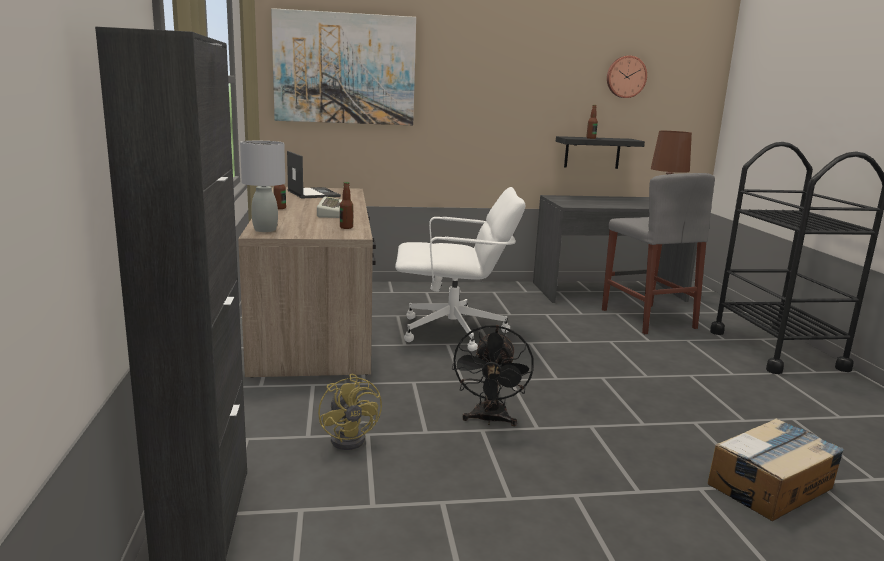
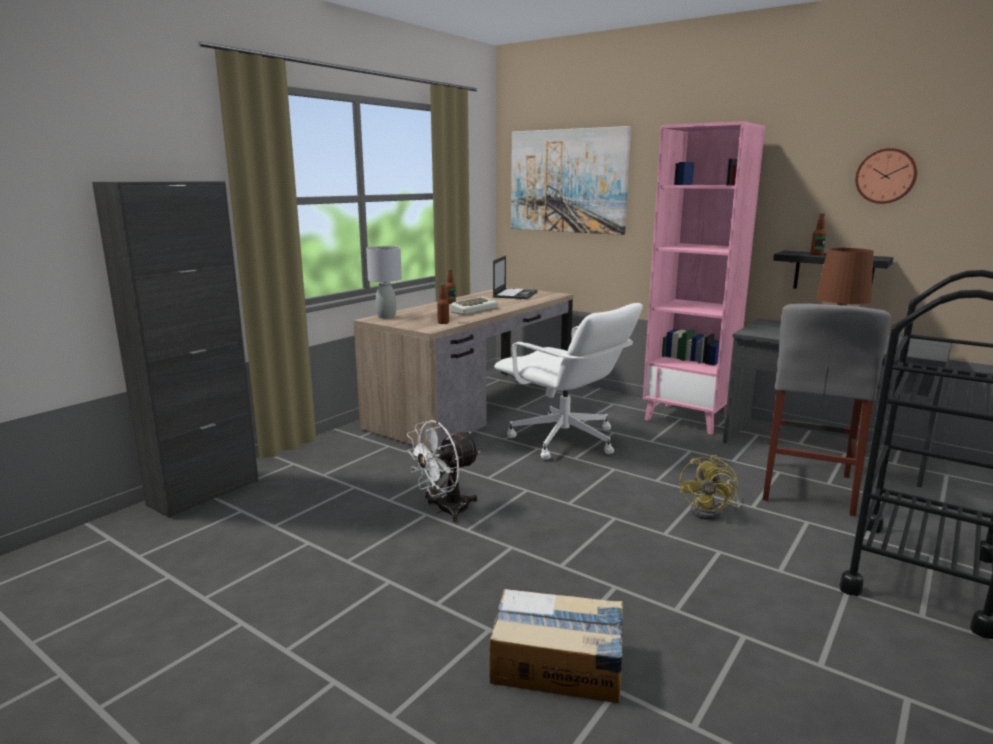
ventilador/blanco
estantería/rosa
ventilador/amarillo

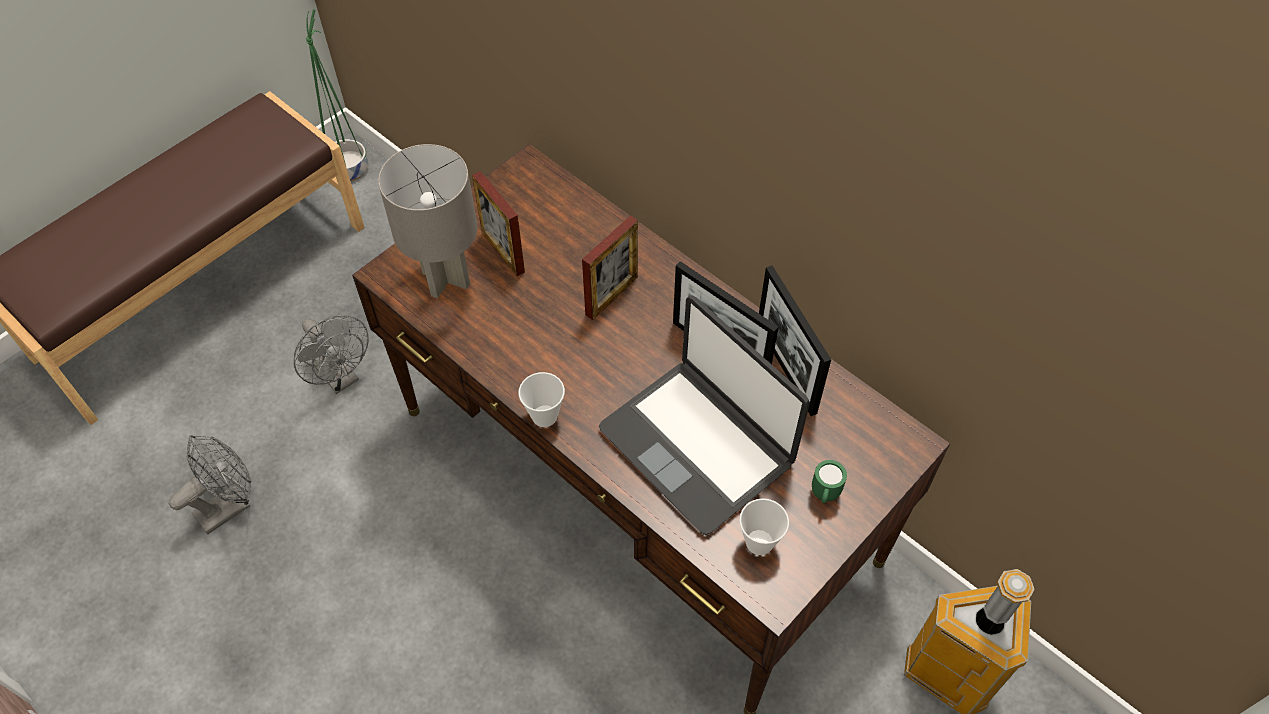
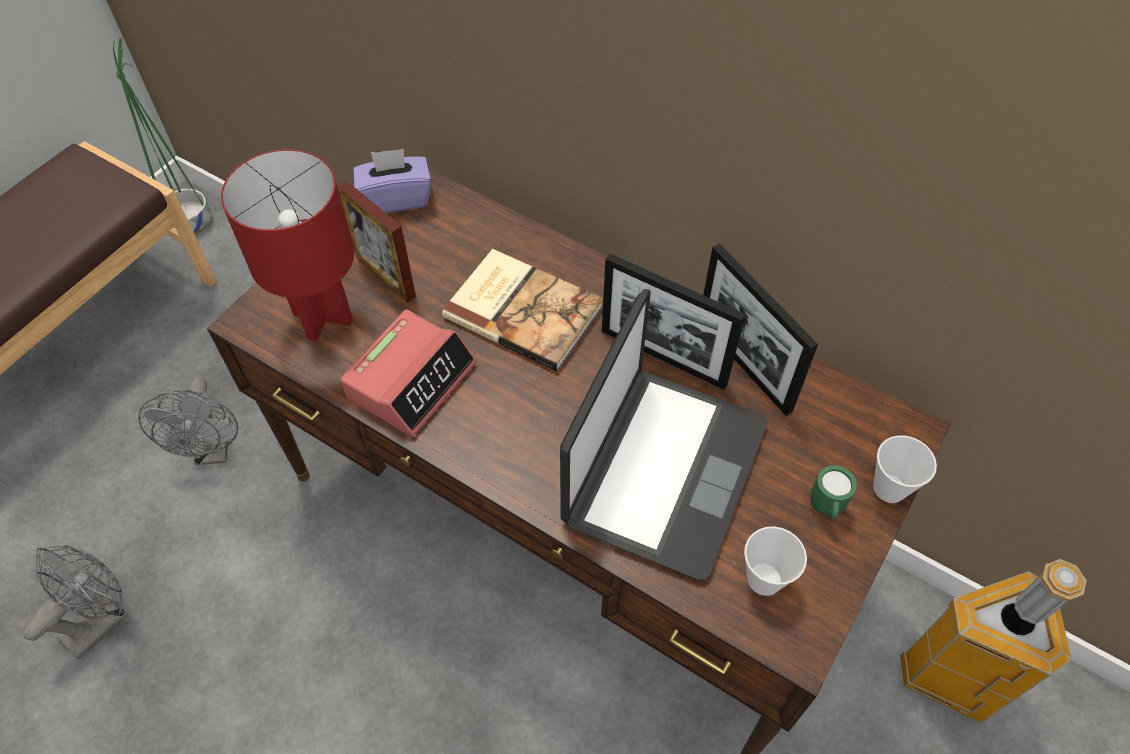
ventilador/gris (no. 2 from left)
lámpara de mesa/rojo
despertador
caja de pañuelos/morado
libro
portátil
taza (no. 2 from left)

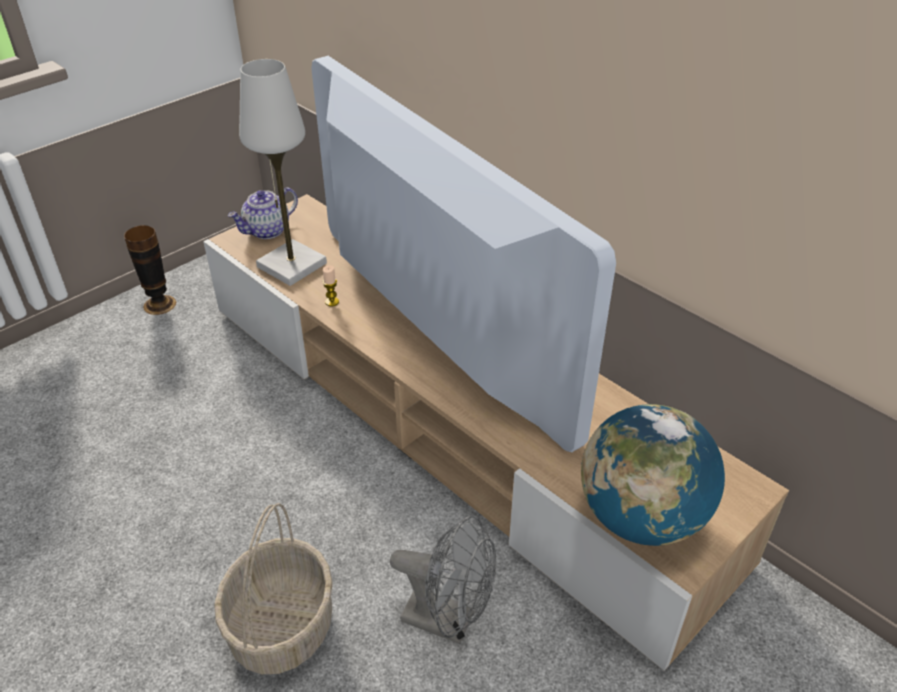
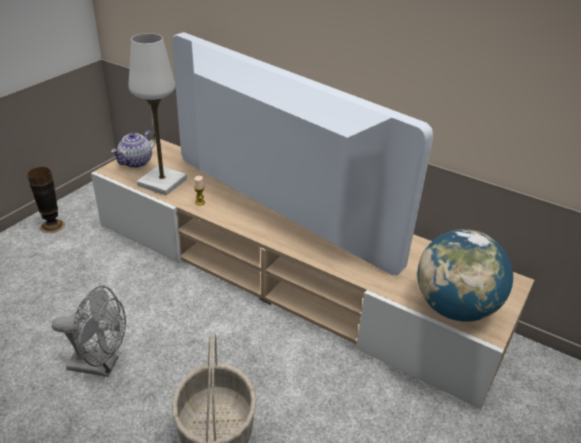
ventilador/gris

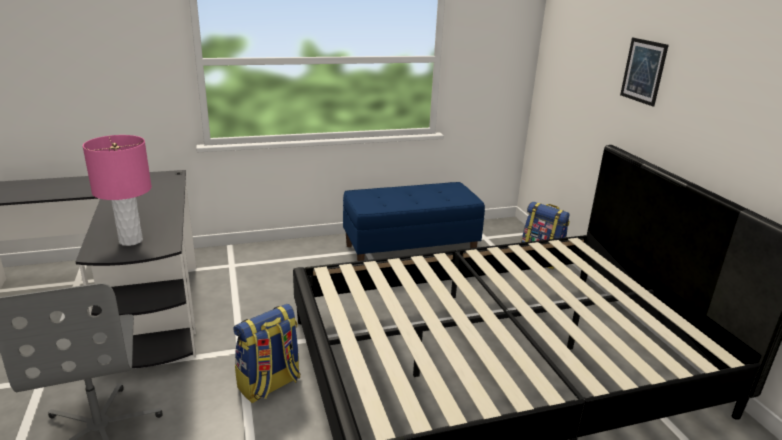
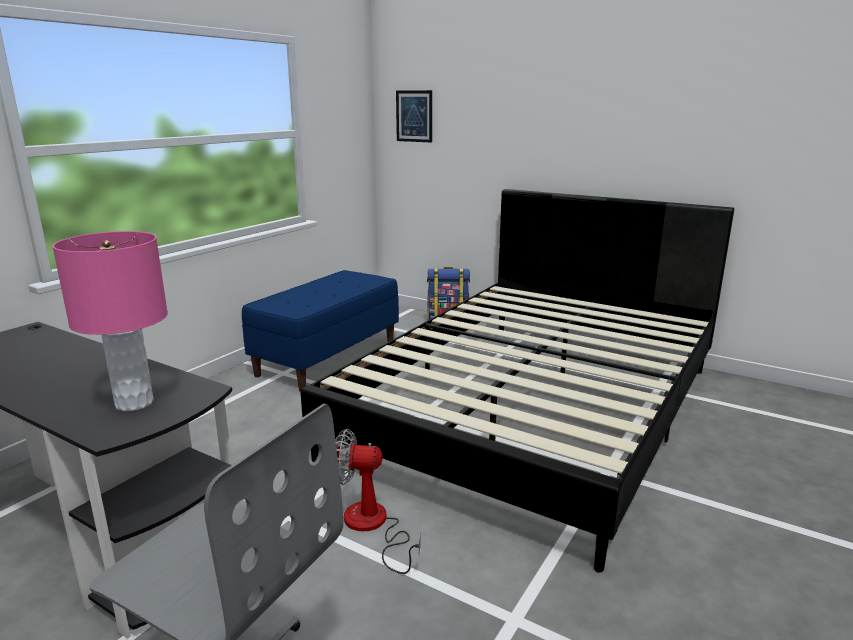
ventilador
cuadro

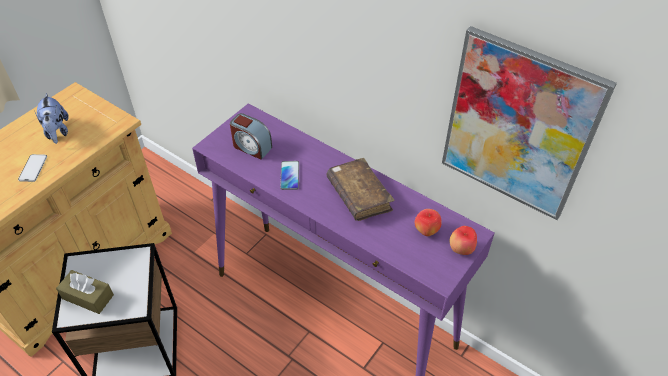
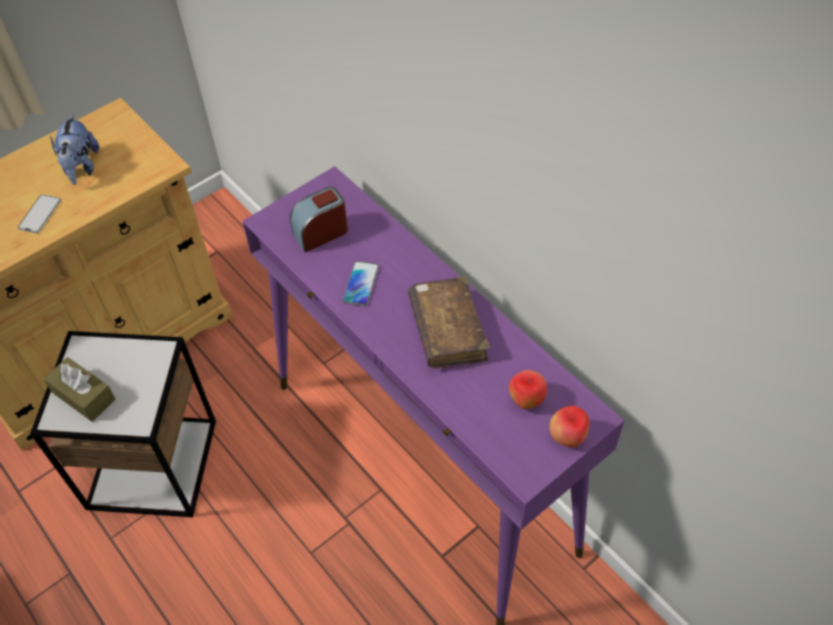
despertador
cuadro

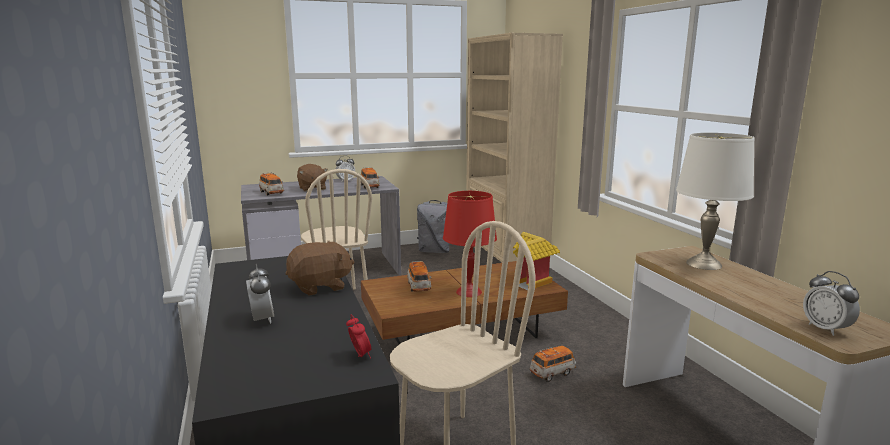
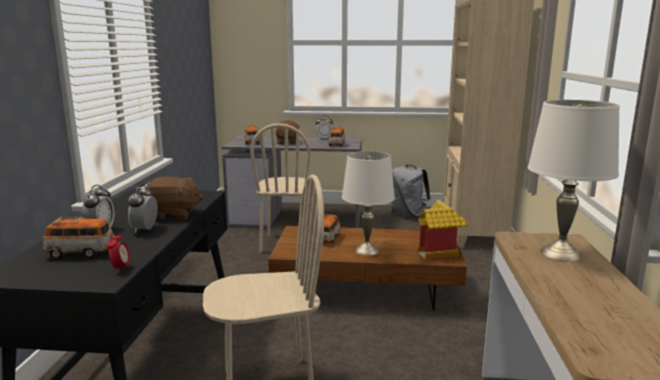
coche de juguete (no. 1 from left)
despertador (no. 3 from left)
lámpara de mesa/blanco (no. 1 from left)

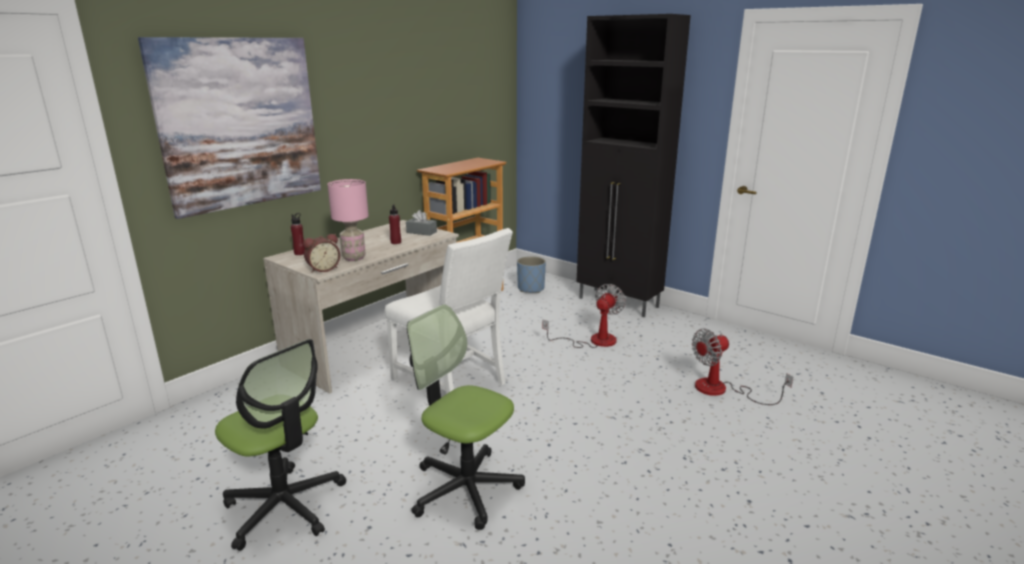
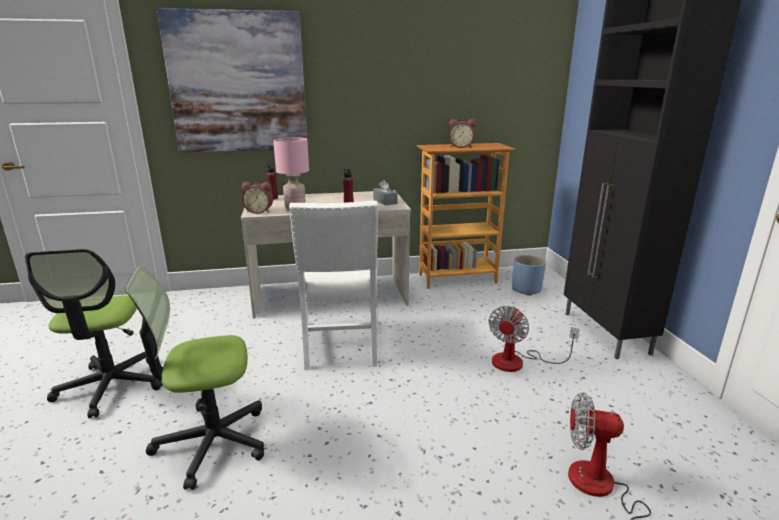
silla de oficina (no. 2 from left)
despertador (no. 2 from left)
ventilador (no. 1 from left)

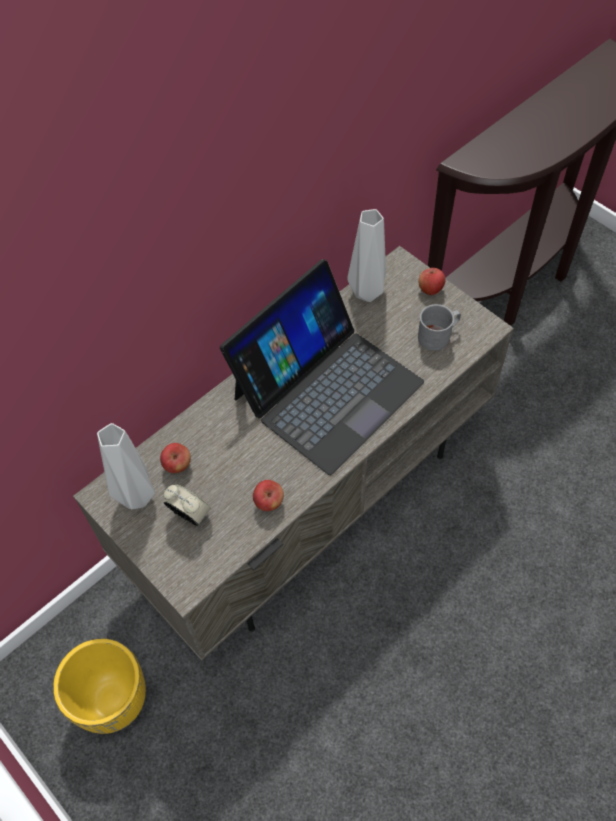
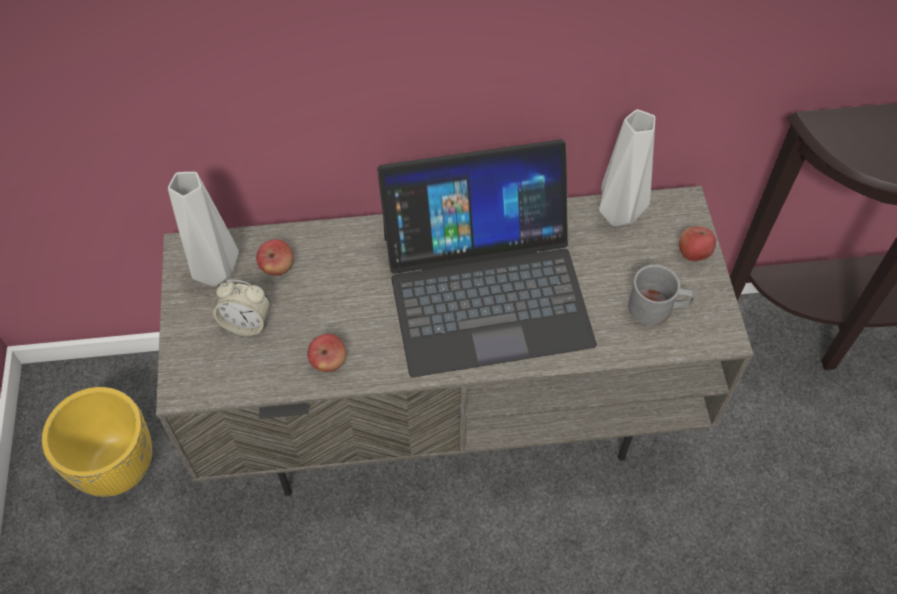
despertador

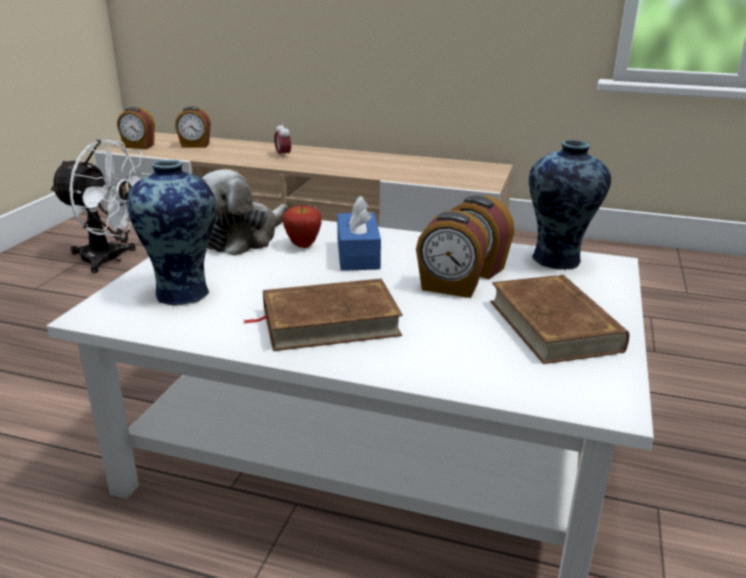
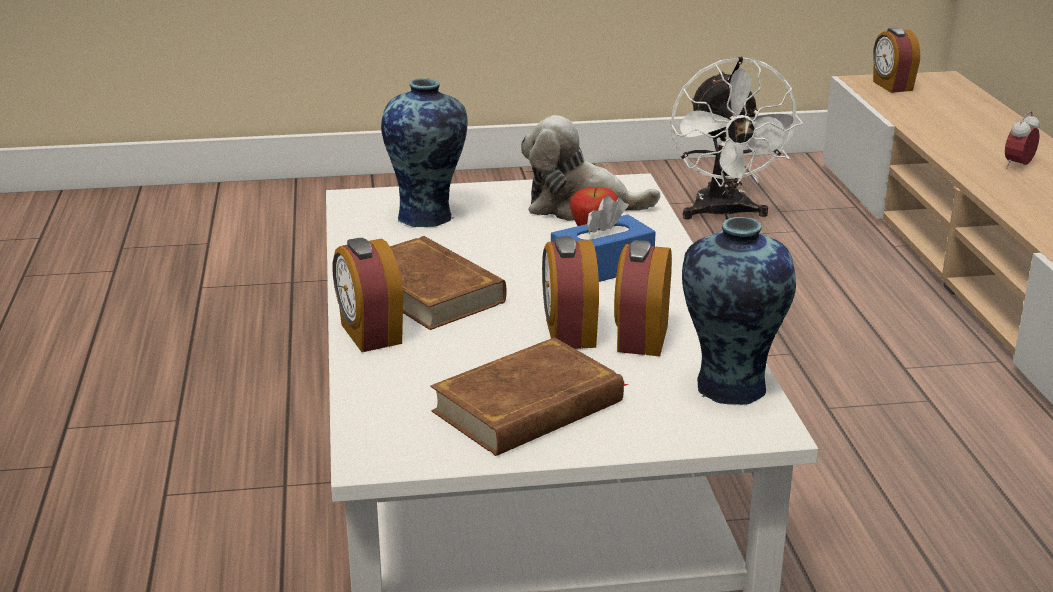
despertador (no. 1 from left)

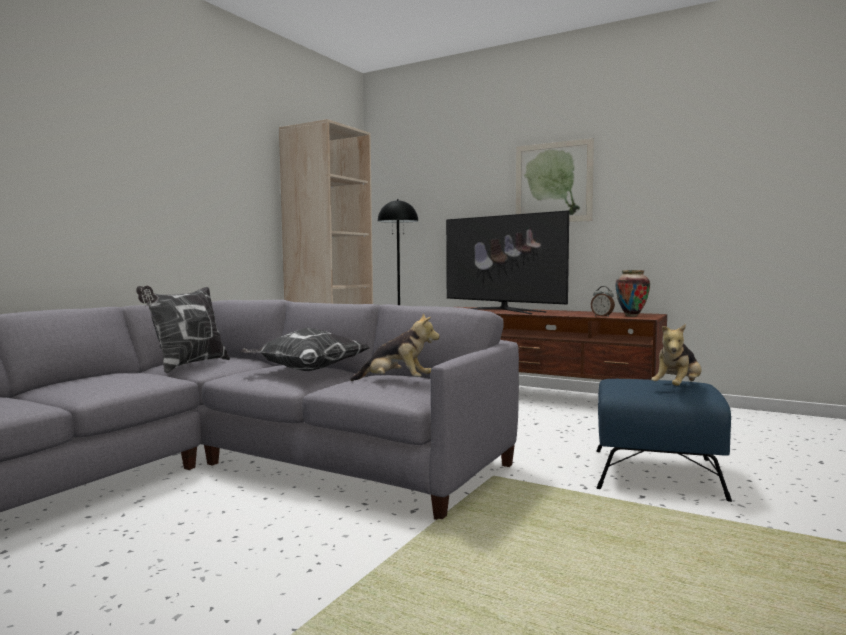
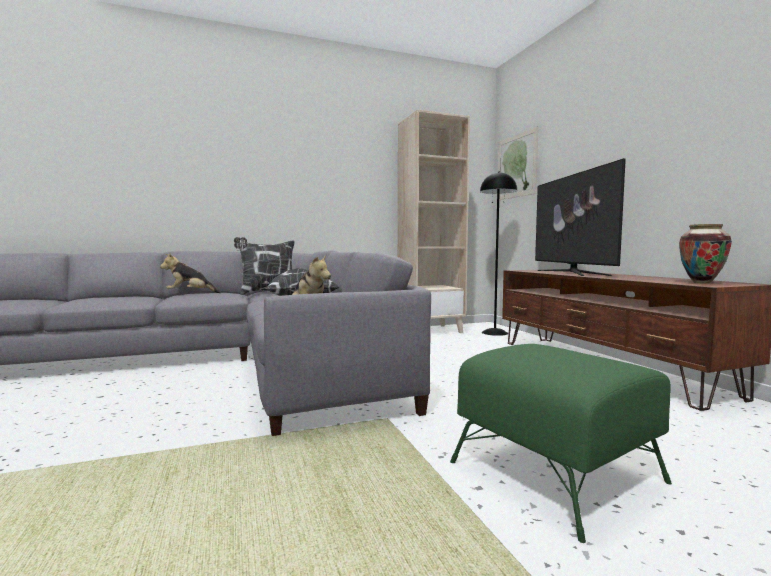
peluche (no. 1 from left)
puf/verde
cuadro
despertador

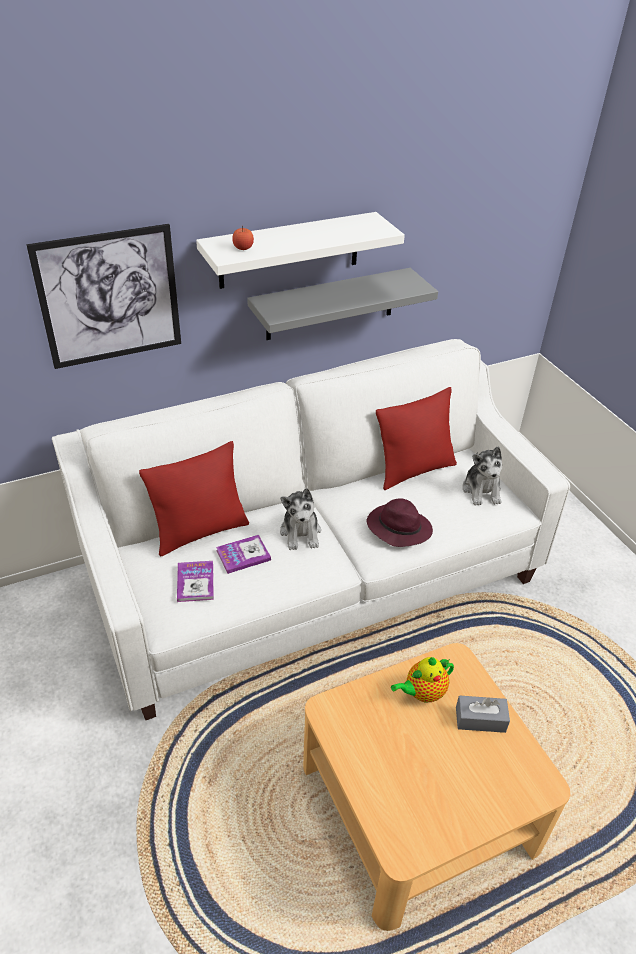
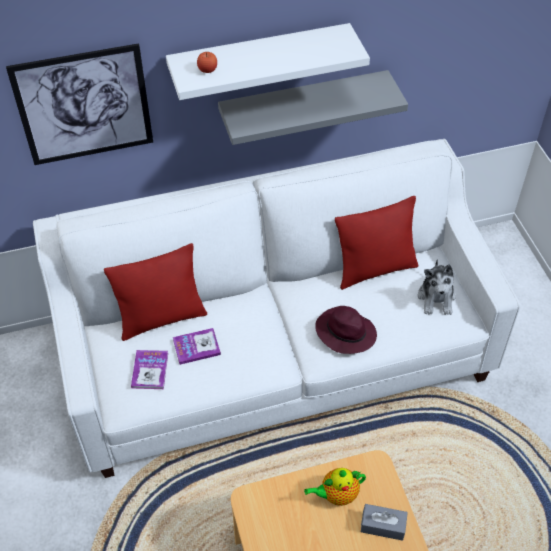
peluche (no. 1 from left in the first image)

